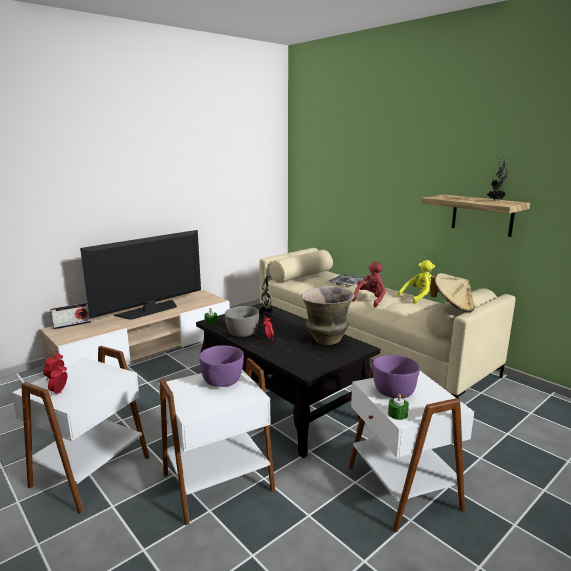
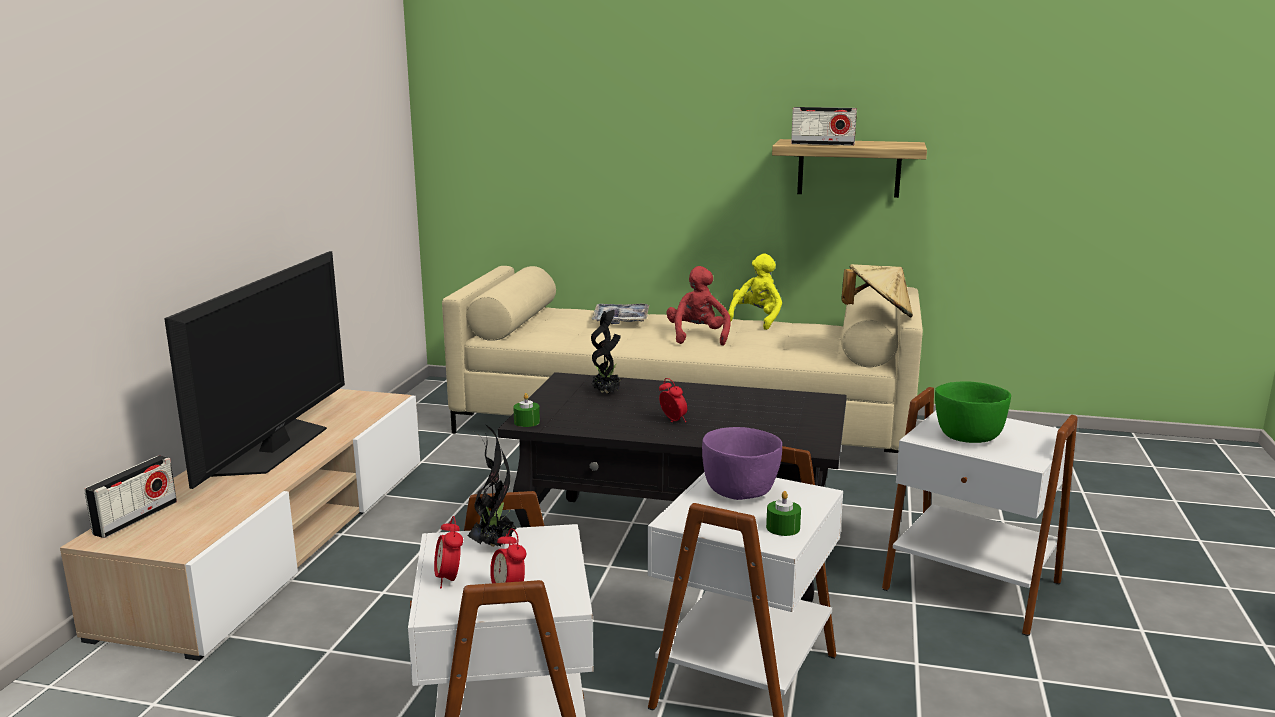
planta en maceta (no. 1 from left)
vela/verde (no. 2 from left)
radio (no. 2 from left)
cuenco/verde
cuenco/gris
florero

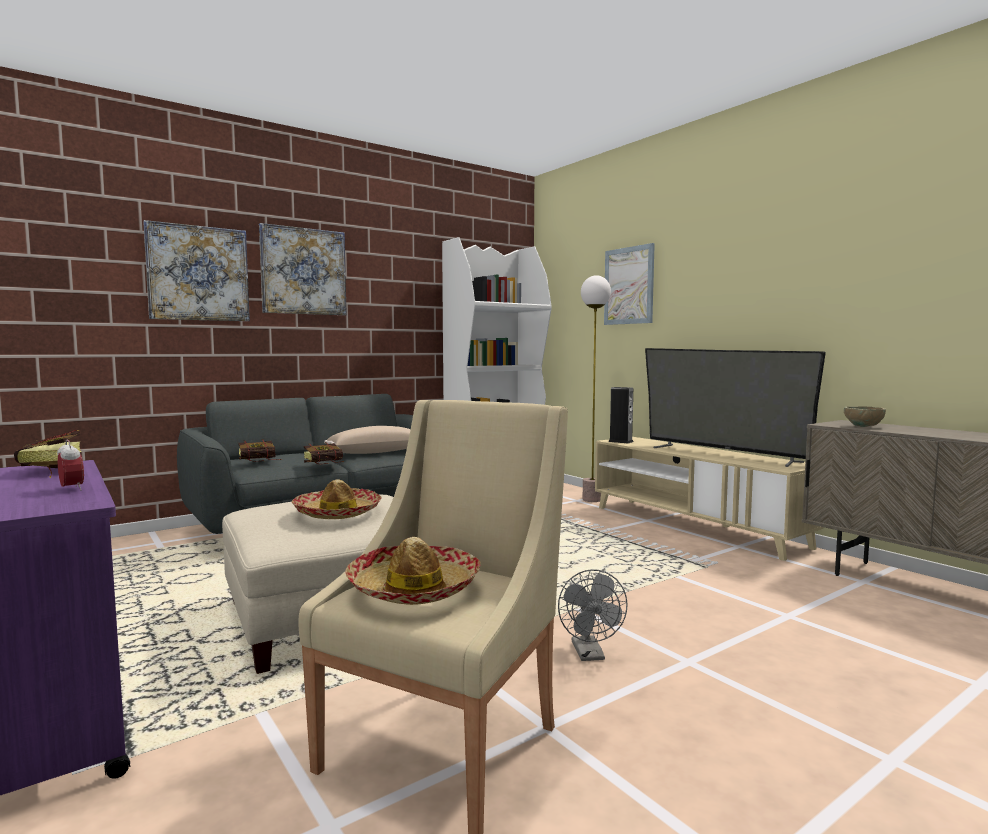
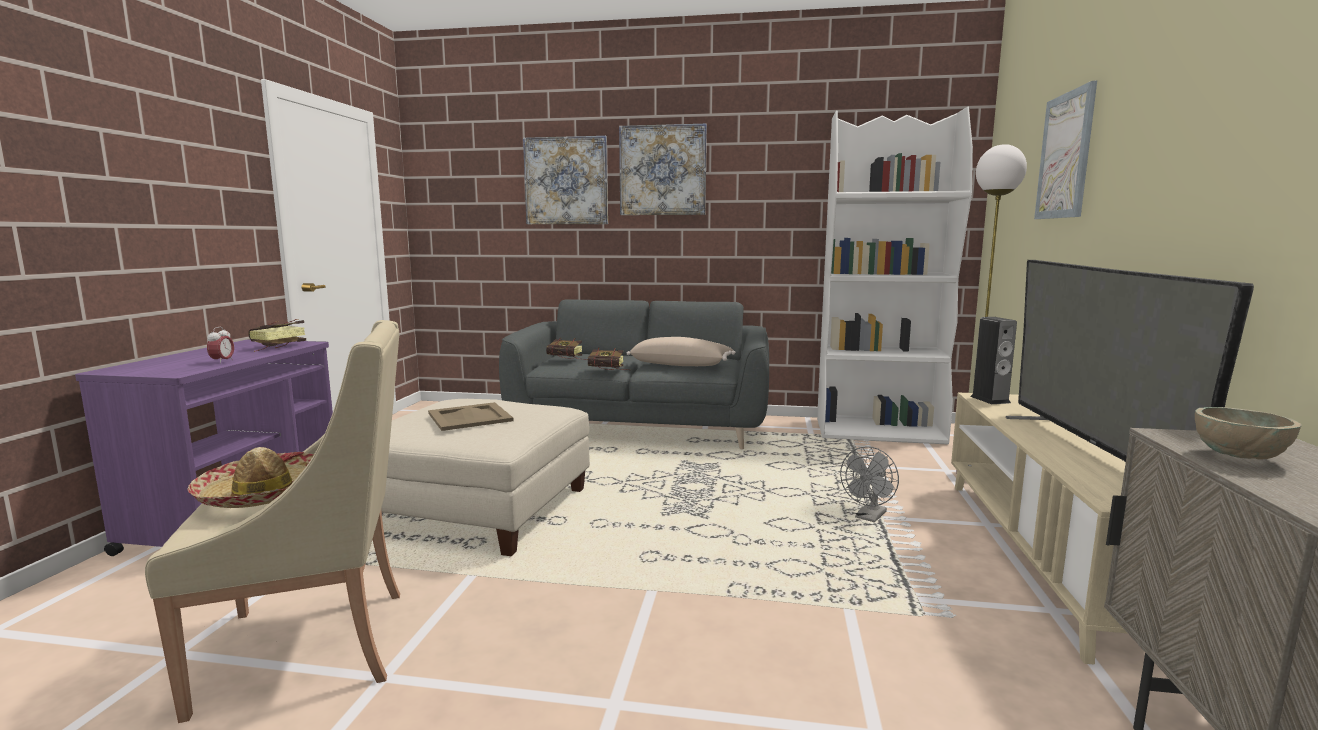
bandeja/beis
ventilador/gris

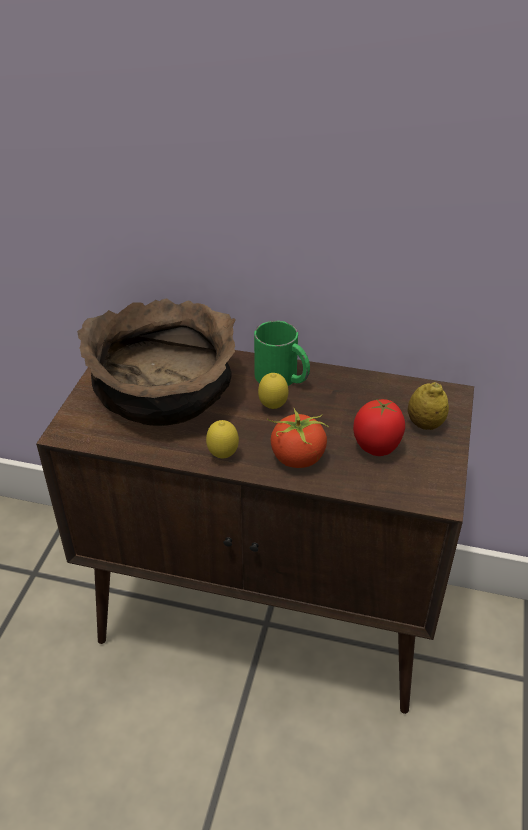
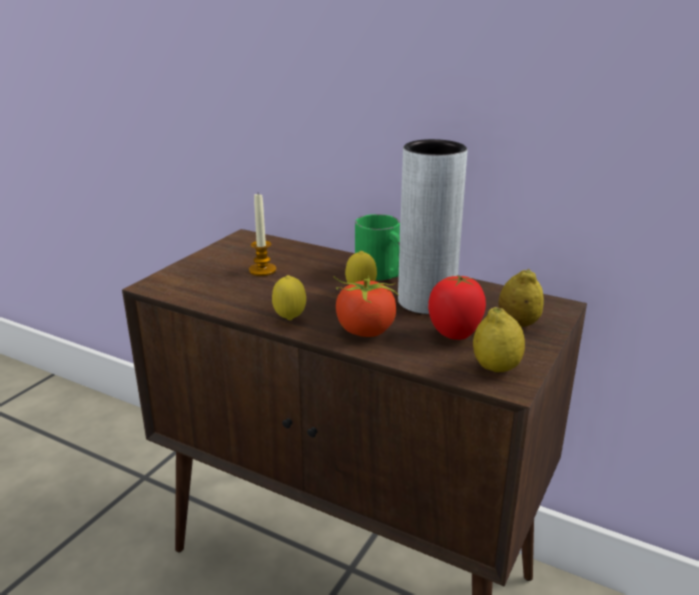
vela
florero/gris
limón (no. 3 from left)

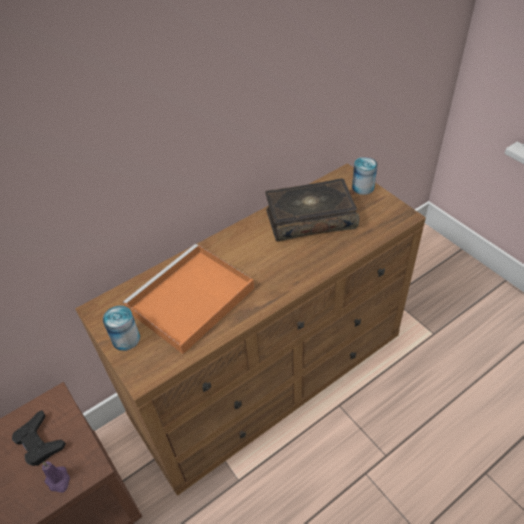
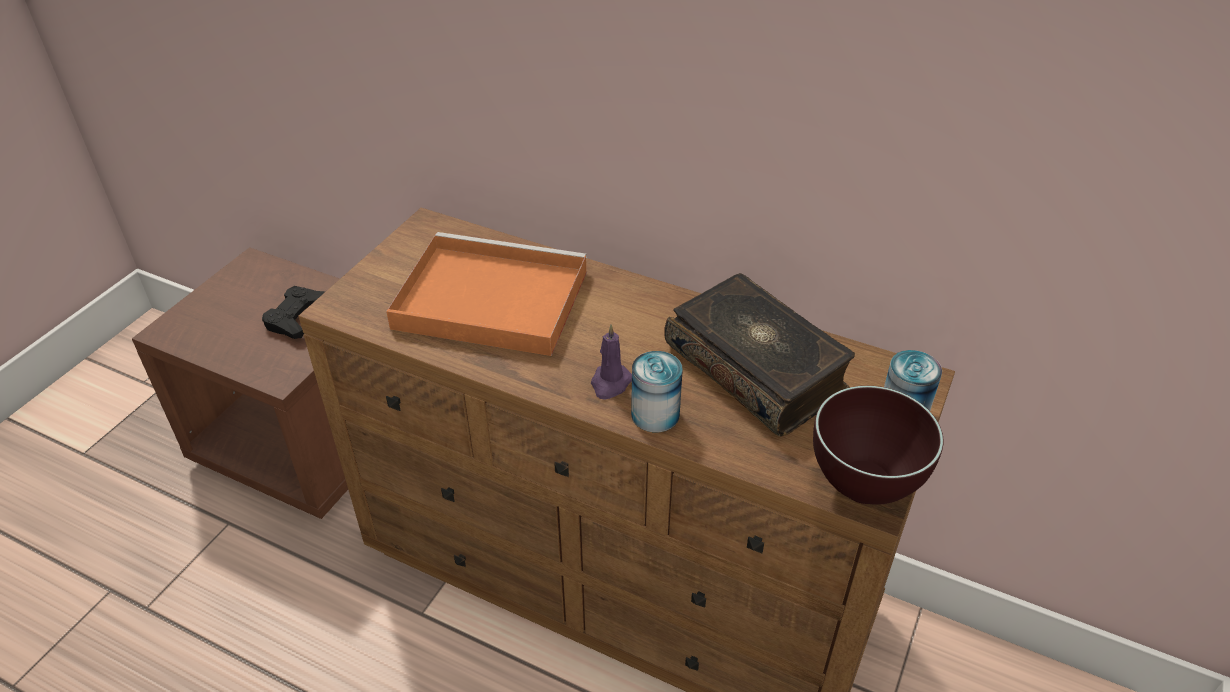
vela/morado
lata (no. 1 from left)
cuenco/marrón

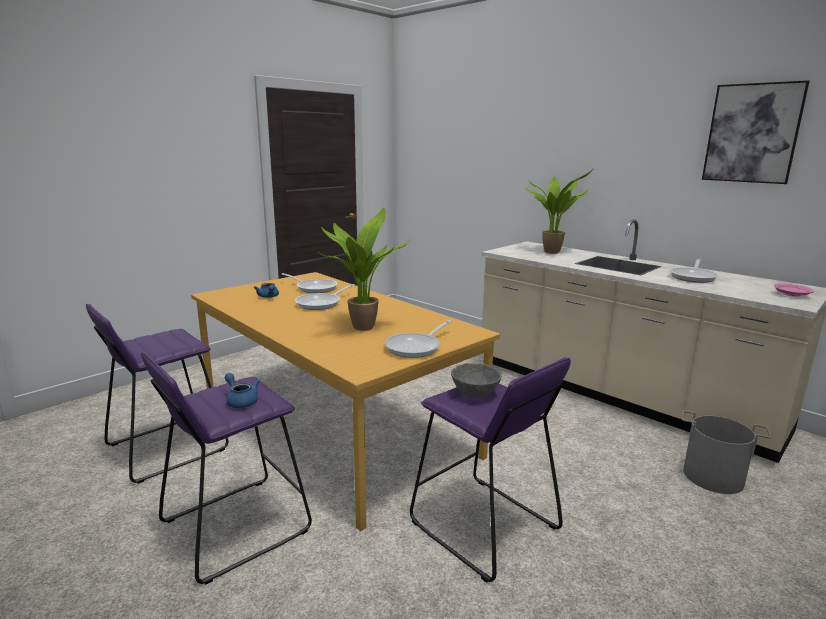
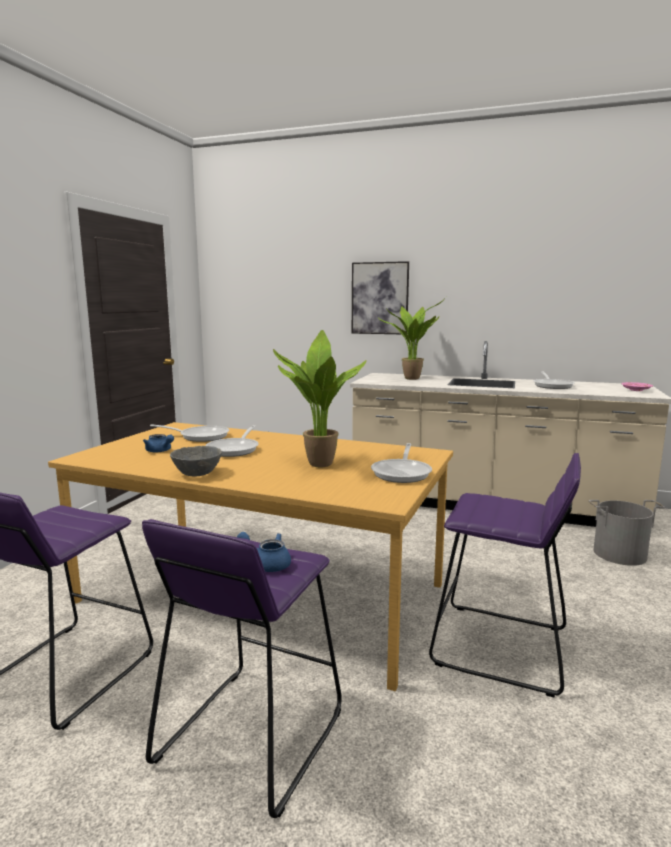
cuenco/gris
cuadro

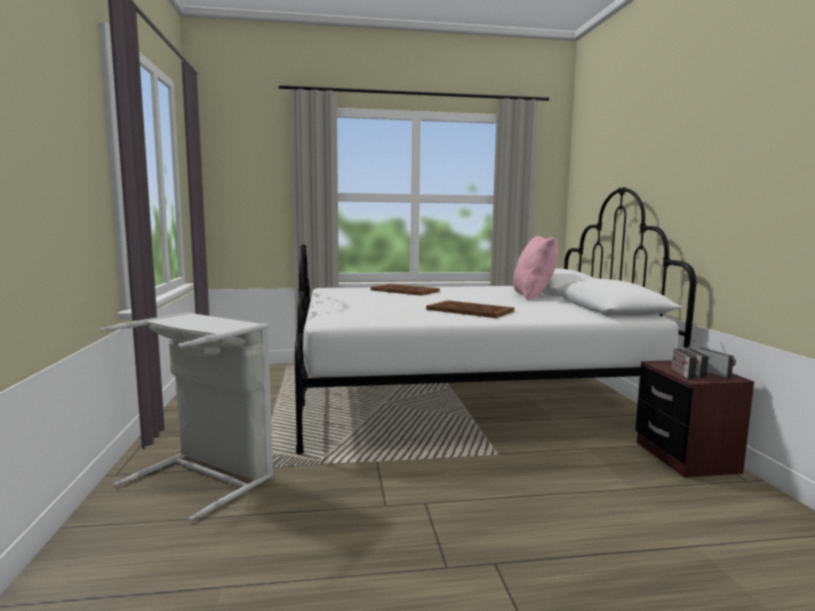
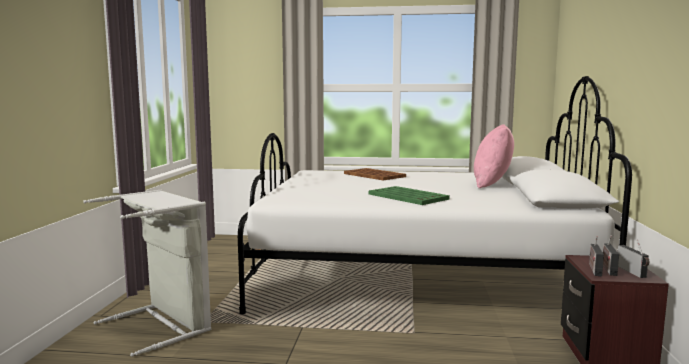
bandeja/verde

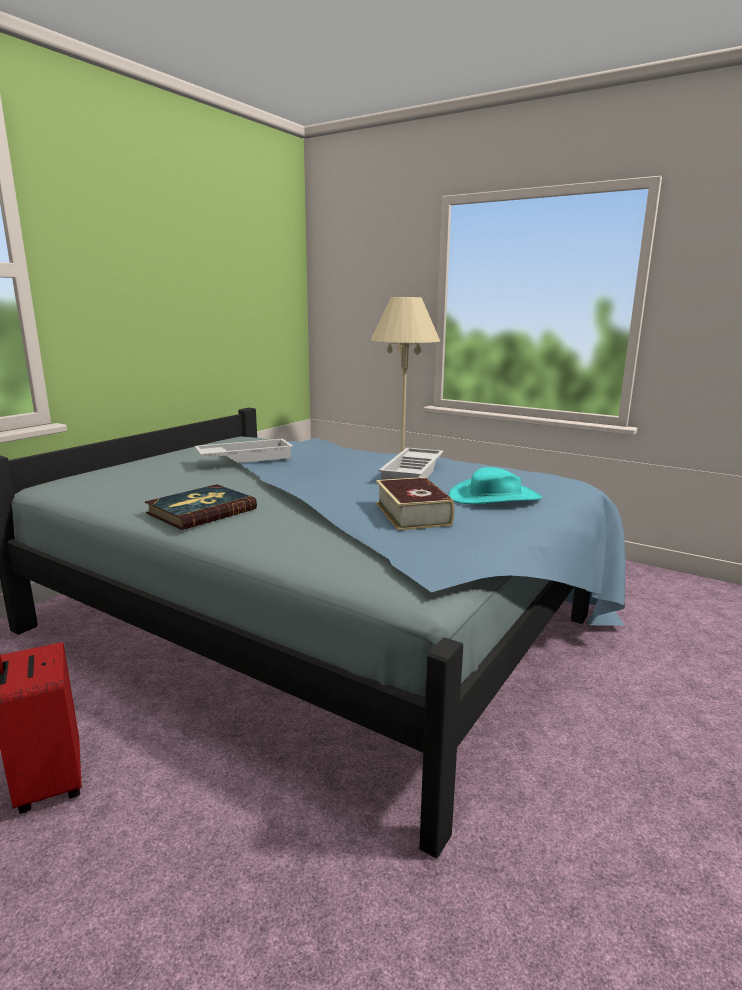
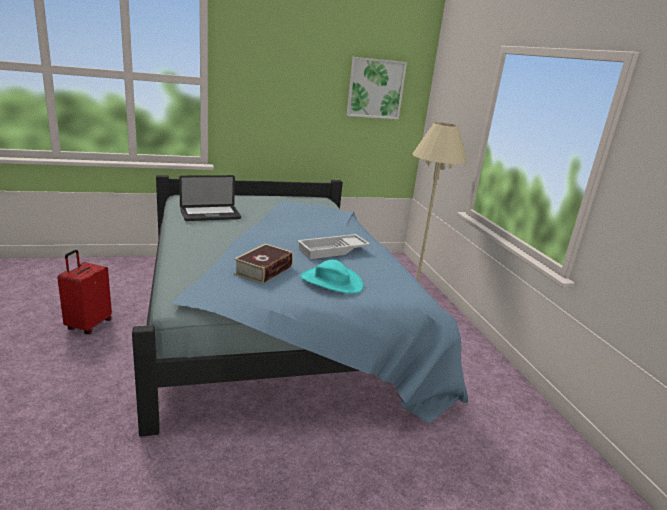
portátil
cuadro
libro (no. 1 from left in the first image)
bandeja/blanco (no. 1 from left in the first image)

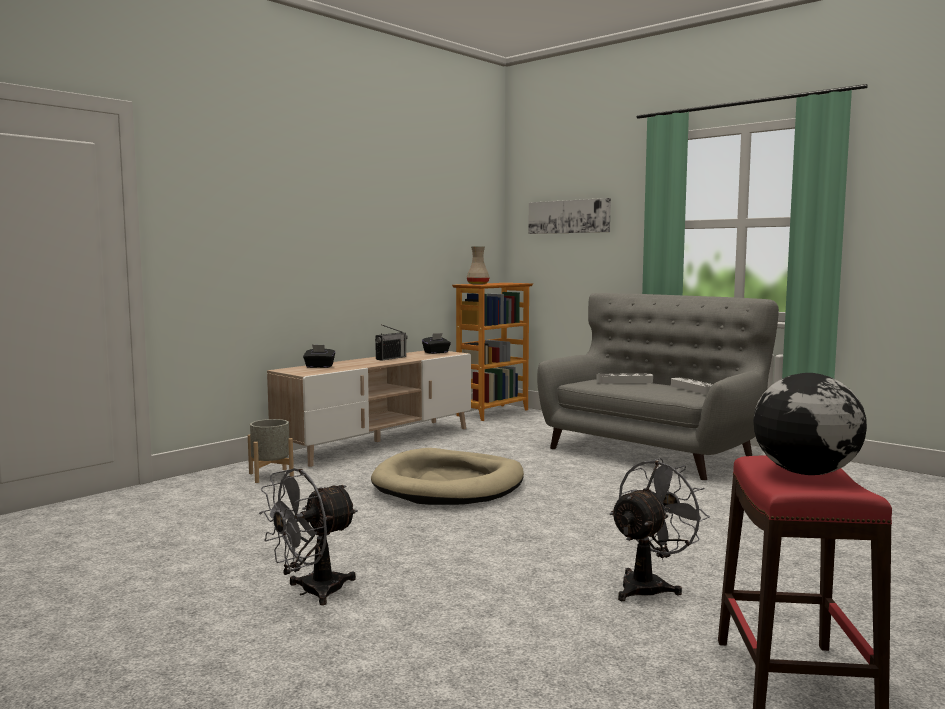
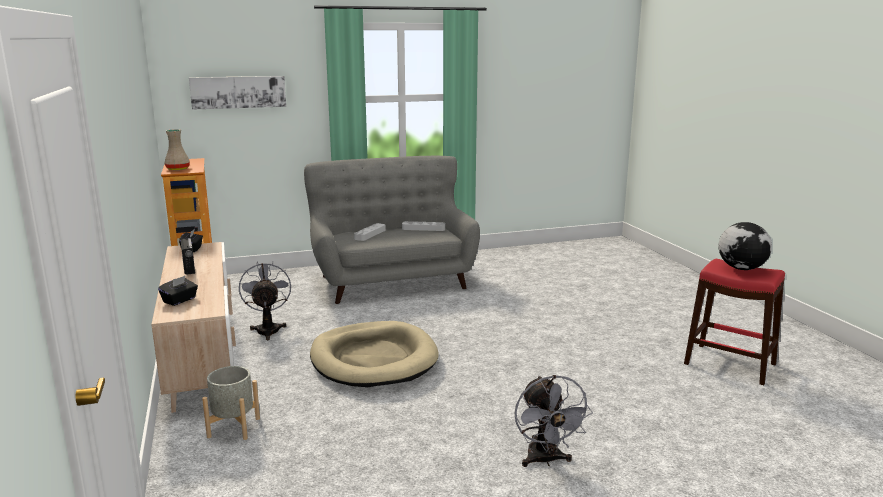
ventilador/gris (no. 1 from left)

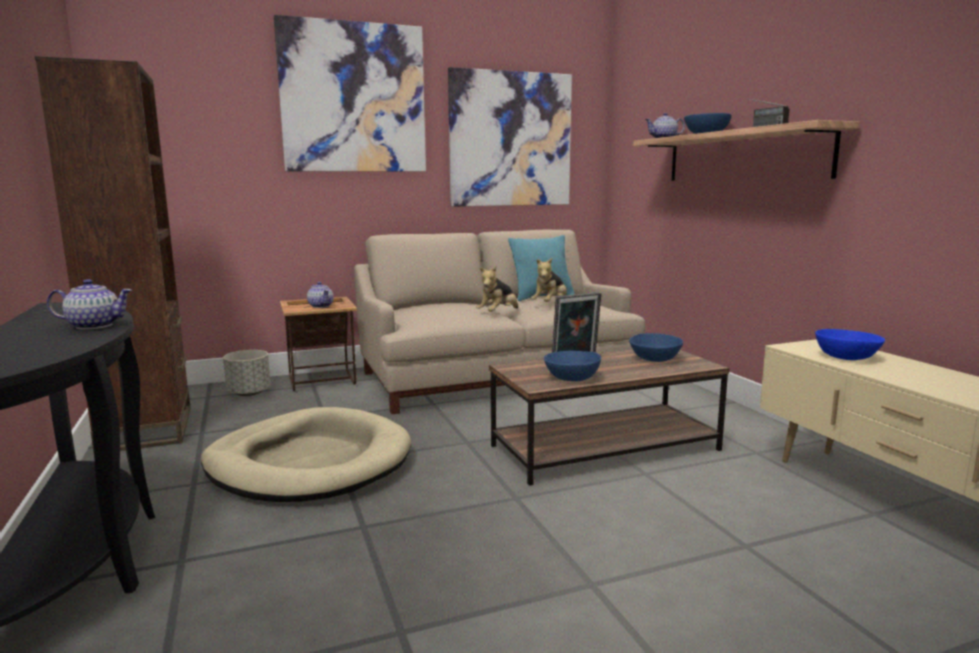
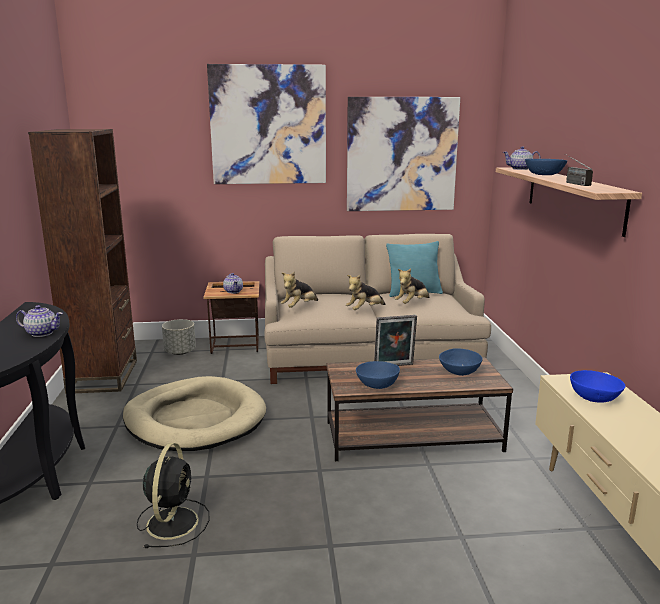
ventilador/negro
peluche (no. 1 from left)

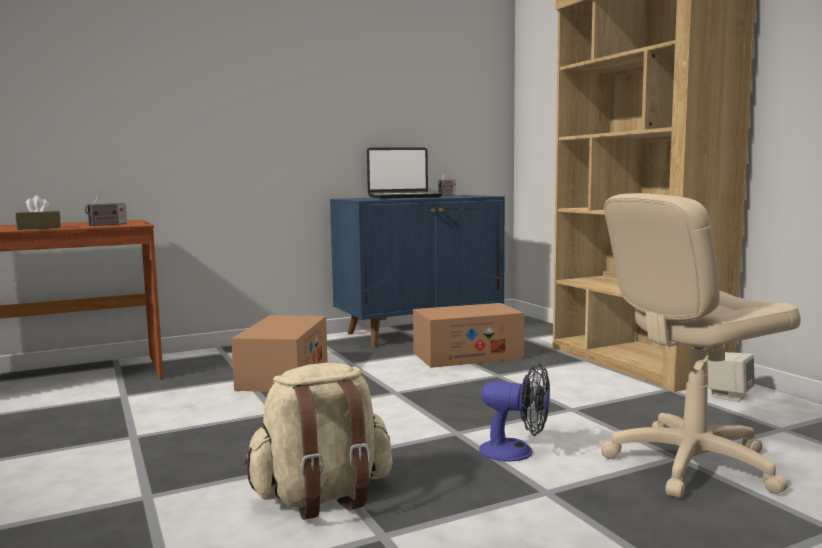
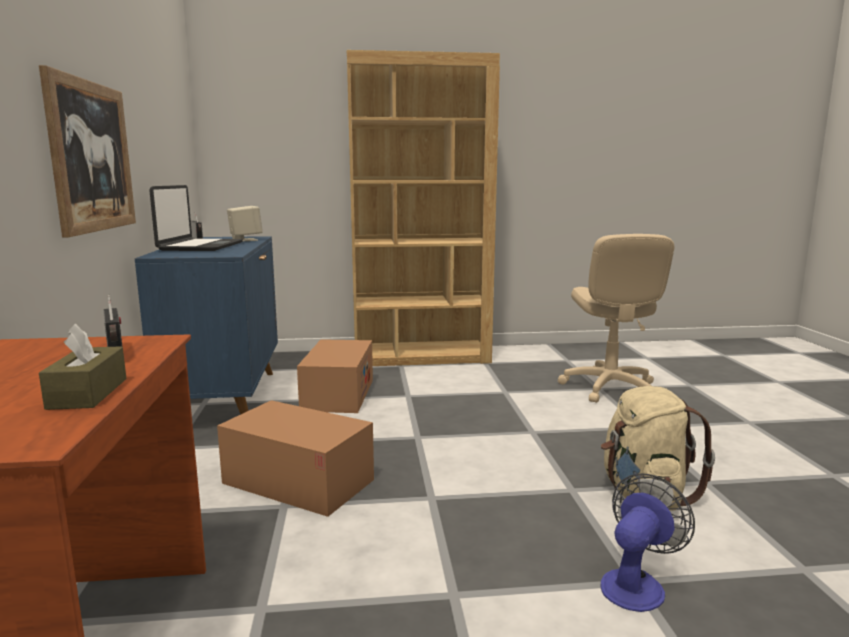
cuadro
altavoz/beis
ventilador

